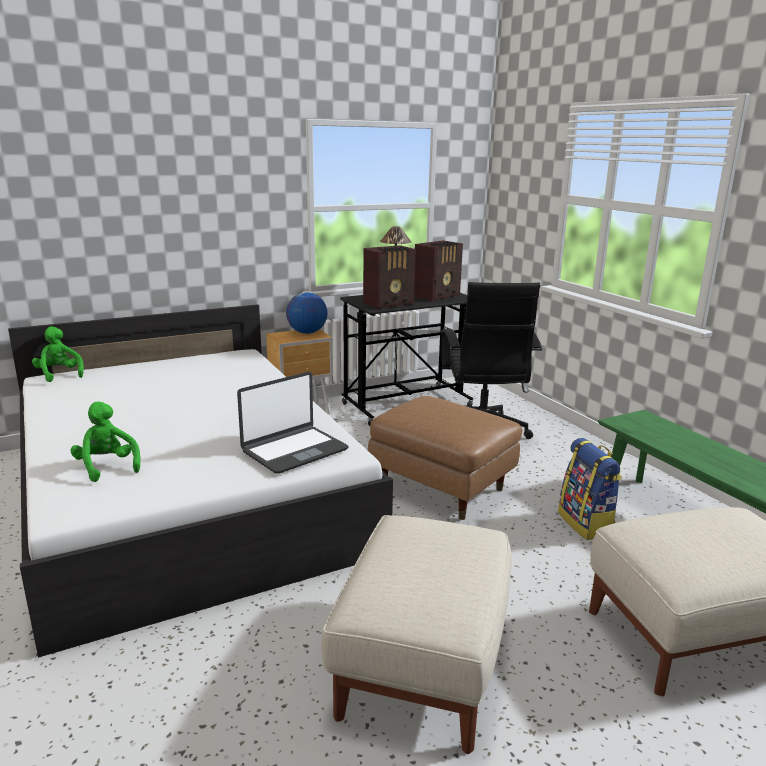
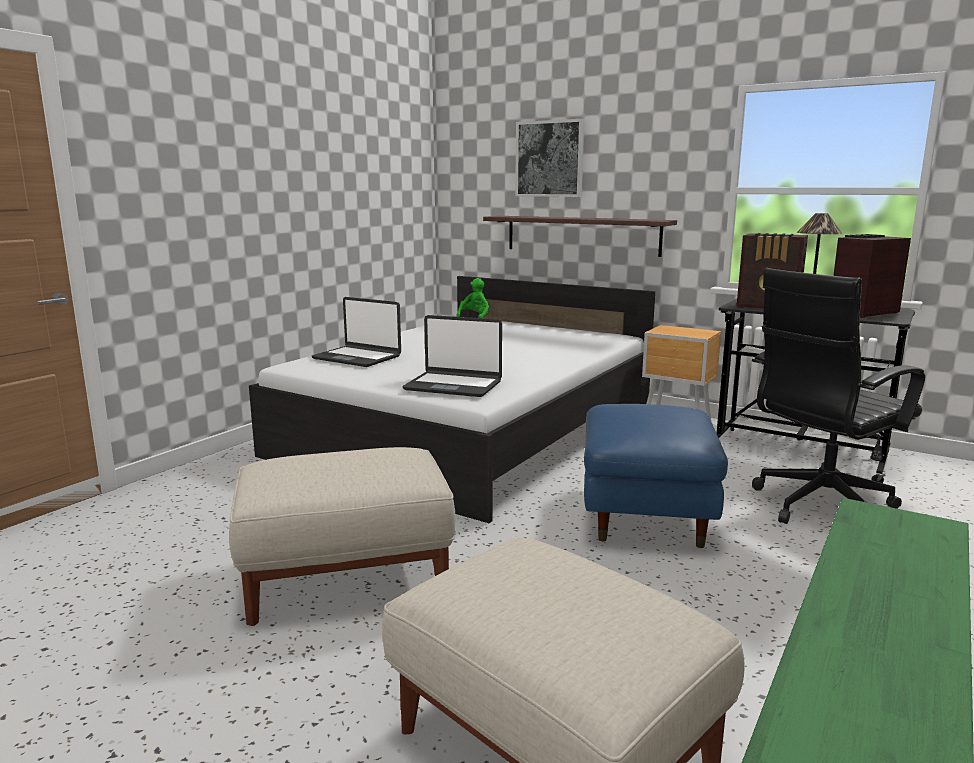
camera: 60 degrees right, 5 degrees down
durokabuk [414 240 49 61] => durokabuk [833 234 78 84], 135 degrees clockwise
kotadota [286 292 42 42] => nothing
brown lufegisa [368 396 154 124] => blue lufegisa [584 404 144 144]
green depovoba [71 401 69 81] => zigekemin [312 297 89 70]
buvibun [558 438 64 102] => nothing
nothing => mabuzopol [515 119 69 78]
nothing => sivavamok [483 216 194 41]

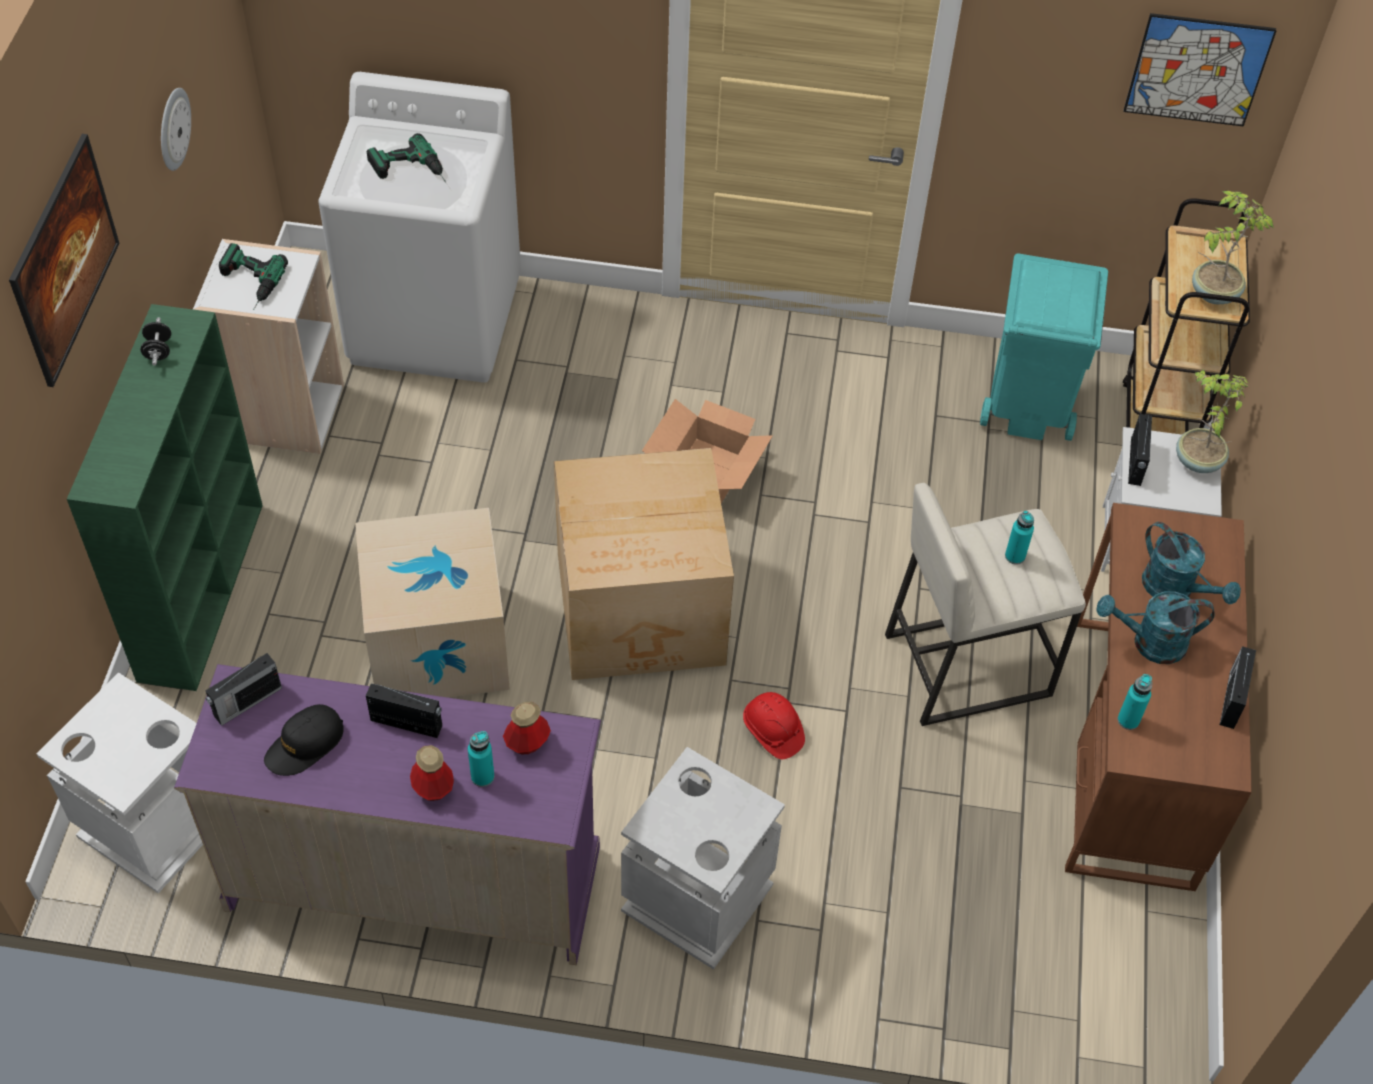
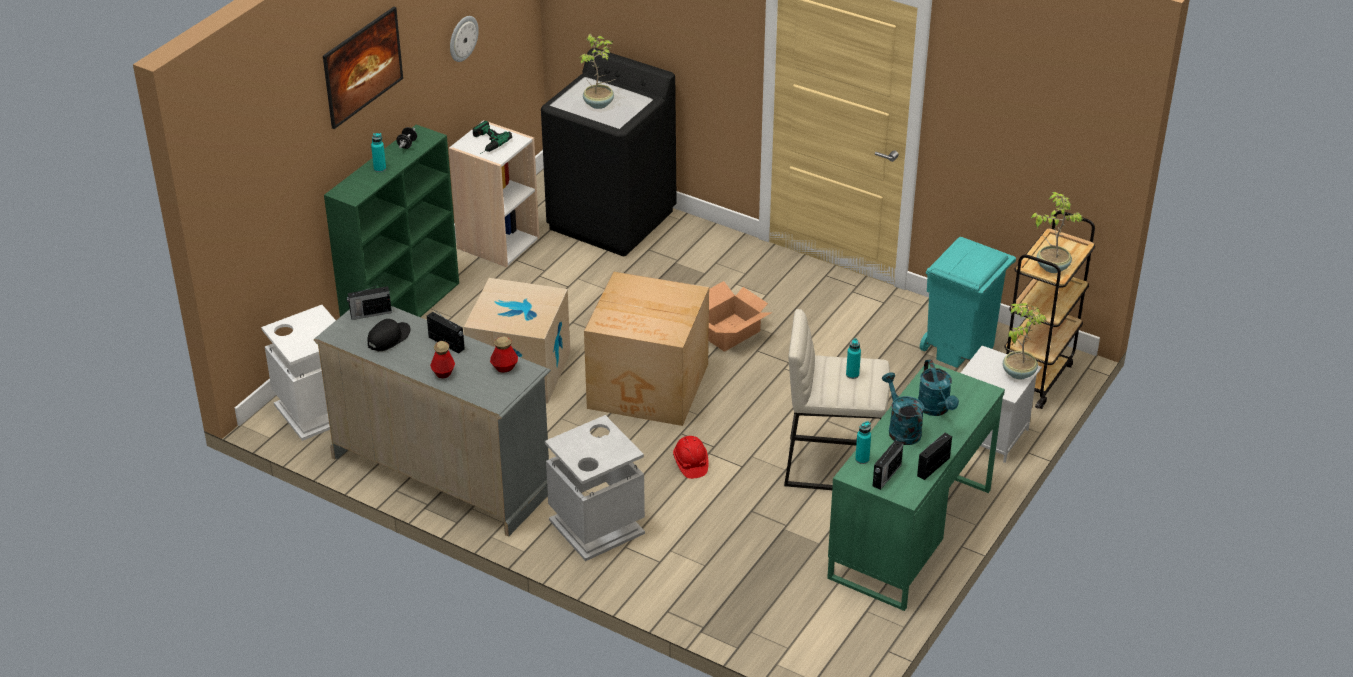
camera: 25 degrees right, 15 degrees down
mabuzopol [1124 13 153 114] => nothing
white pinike [319 72 202 311] => black pinike [541 48 136 208]
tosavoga [366 133 80 49] => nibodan [579 34 36 75]
durokabuk [1128 413 24 73] => durokabuk [873 440 30 50], shifted
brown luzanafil [1065 503 187 388] => green luzanafil [827 364 178 247]
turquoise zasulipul [1096 591 119 73] => turquoise zasulipul [882 373 42 72], 45 degrees clockwise
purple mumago [174 664 427 301] => grey mumago [314 306 237 231]
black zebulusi [264 704 80 72] => black zebulusi [368 319 42 32], 150 degrees clockwise
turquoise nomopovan [468 731 26 56] => turquoise nomopovan [371 133 15 39], shifted

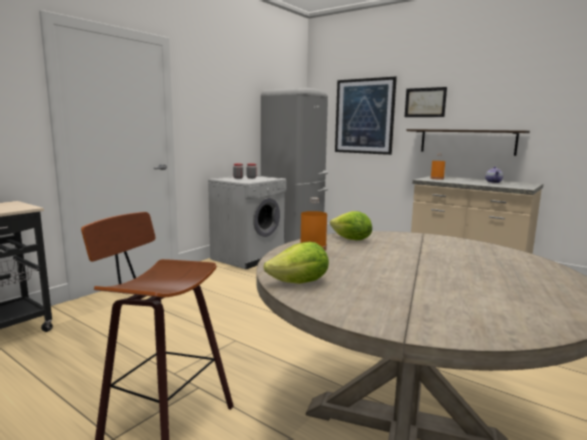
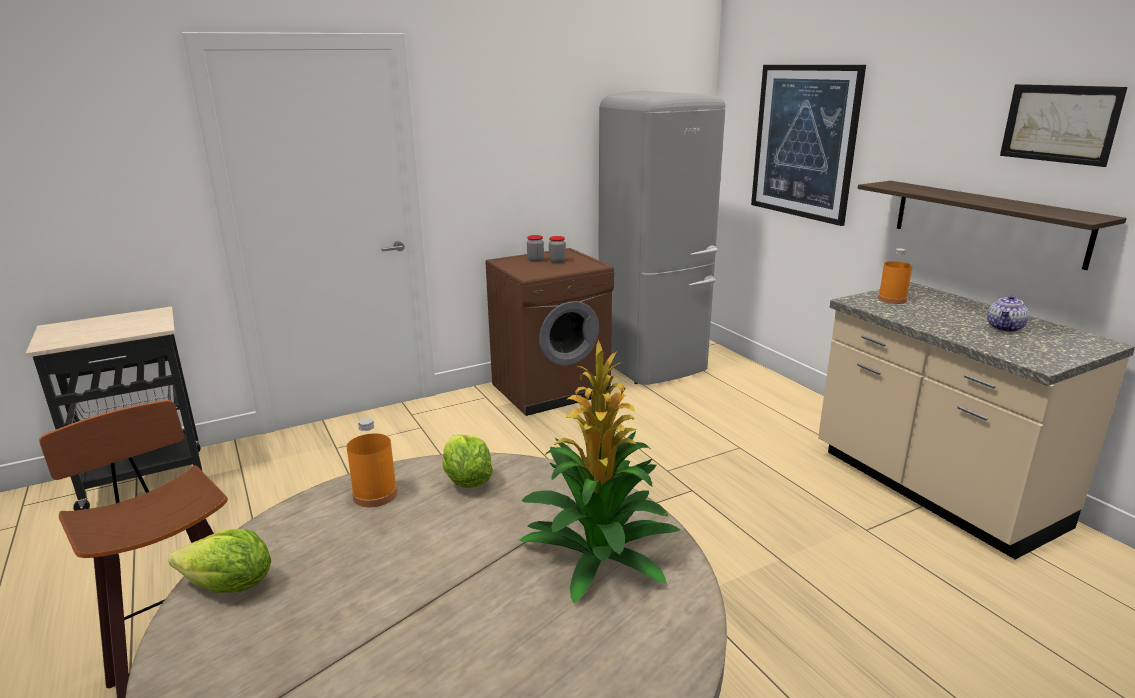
camera: 25 degrees right, 10 degrees up
mabuzopol [405 87 42 30] => mabuzopol [1000 84 128 83], shifted
white pinike [208 175 79 94] => brown pinike [486 248 128 168]
nothing => nibodan [519 340 161 263]

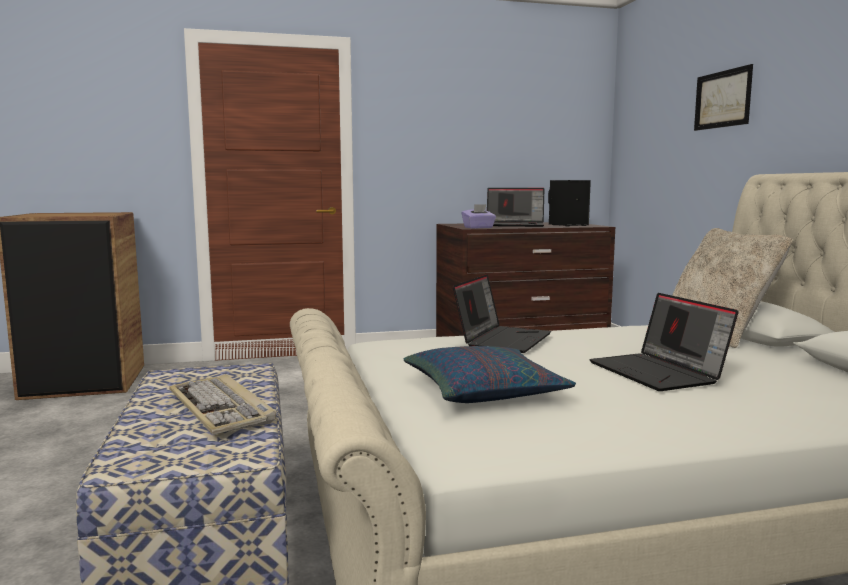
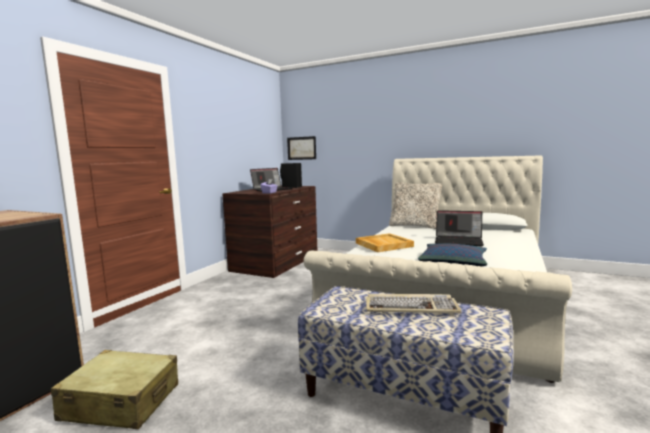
camera: 50 degrees left, 0 degrees up
mabuzopol [694 64 59 67] => mabuzopol [287 136 29 24], shifted
zigekemin [453 274 98 79] => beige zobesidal [356 233 58 19]
nothing => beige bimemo [51 350 127 79]

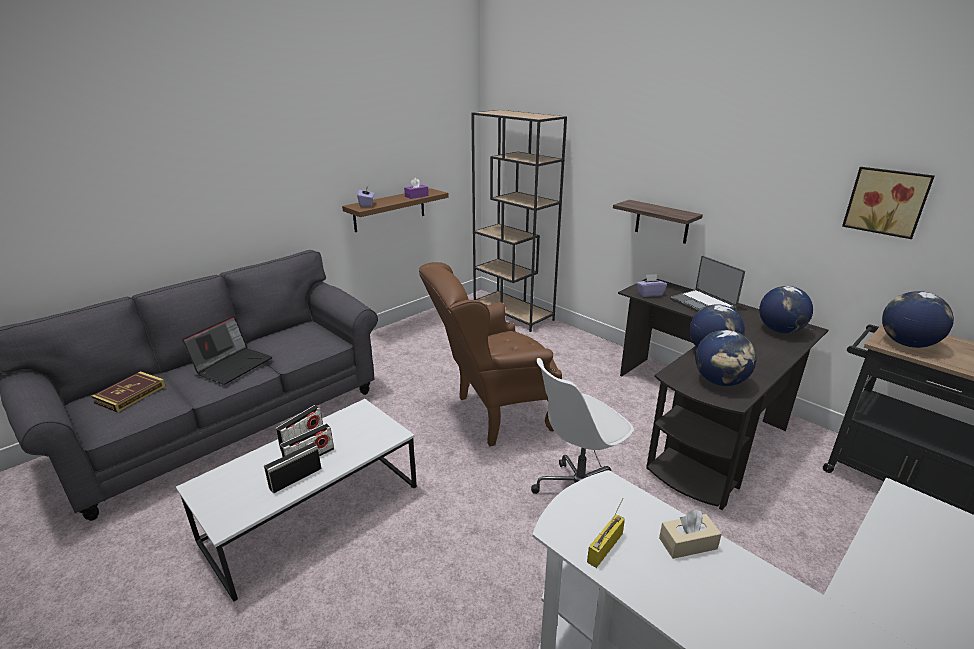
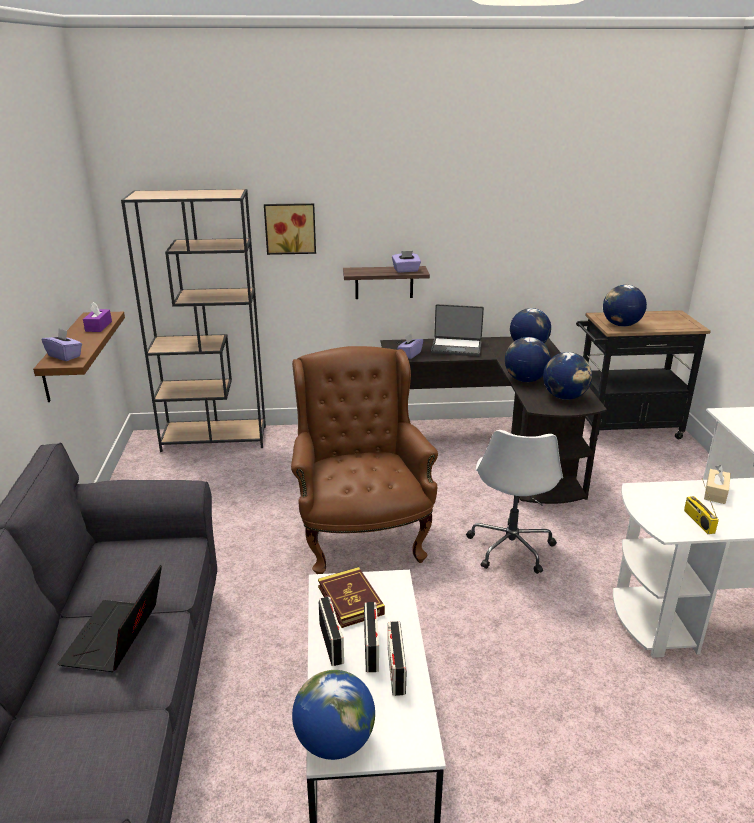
camera: 50 degrees left, 0 degrees up
mabuzopol [842 167 93 72] => mabuzopol [264 203 52 52], shifted
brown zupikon [419 262 143 185] => brown zupikon [291 346 147 228], 150 degrees clockwise
zigekemin [182 316 90 69] => zigekemin [58 565 104 107], 150 degrees counterclockwise
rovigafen [91 371 75 42] => rovigafen [318 567 67 61], shifted
nothing => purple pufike [392 251 29 22]
nothing => kotadota [292 670 83 90]

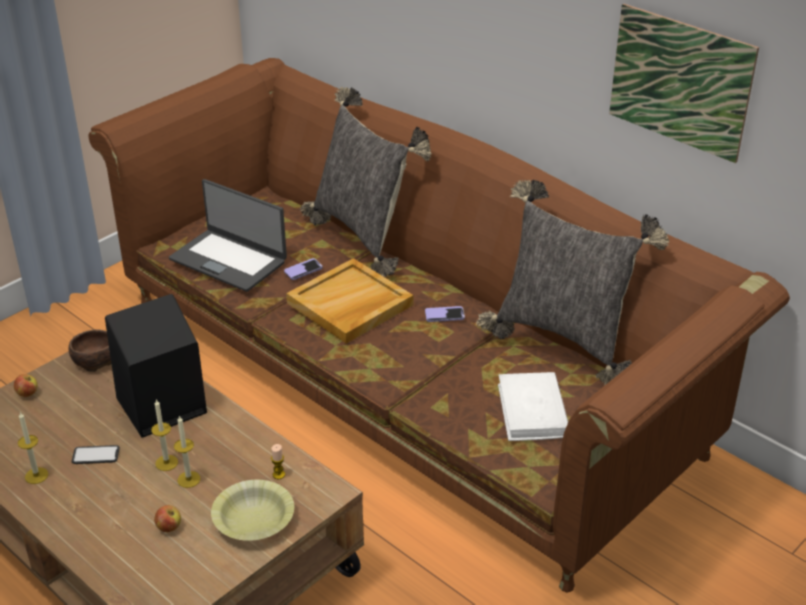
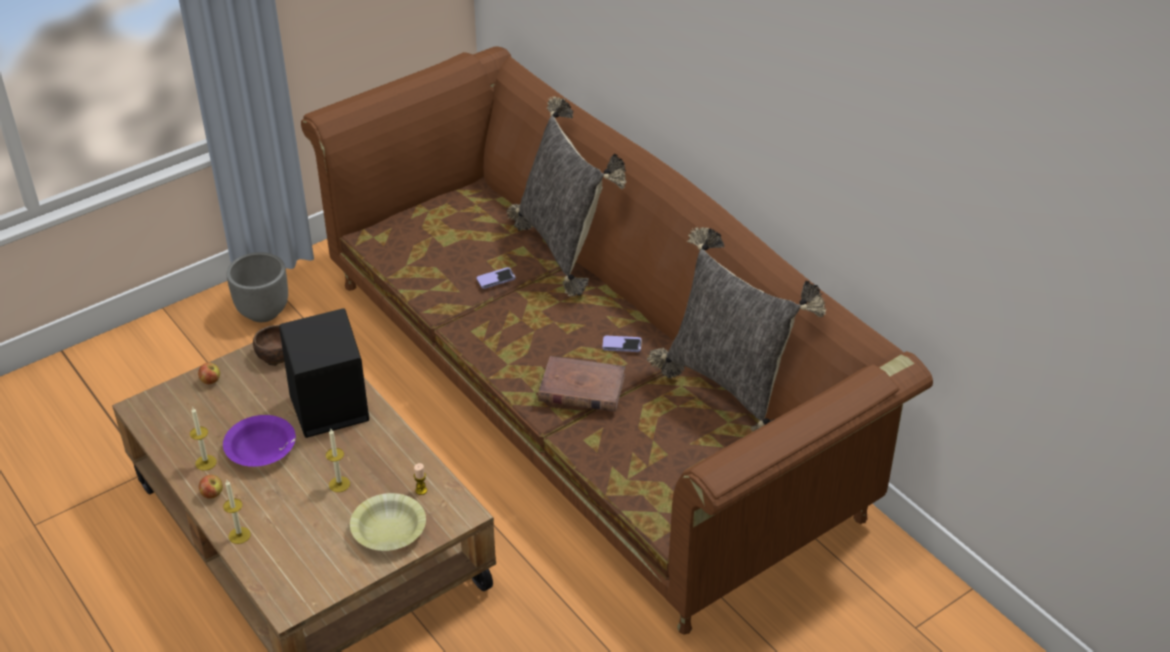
camera: 10 degrees right, 5 degrees up
mabuzopol [609 4 150 159] => nothing
zigekemin [169 179 118 113] => nothing
beige zobesidal [286 258 127 86] => nothing
white rovigafen [498 372 70 69] => nothing
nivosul [151 399 27 72] => nivosul [223 480 28 64], shifted
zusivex [72 445 48 19] => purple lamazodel [223 415 73 52]
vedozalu [154 505 27 27] => vedozalu [199 475 24 24], shifted
nothing => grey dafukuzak [226 252 62 70]
nothing => brown rovigafen [538 356 88 56]

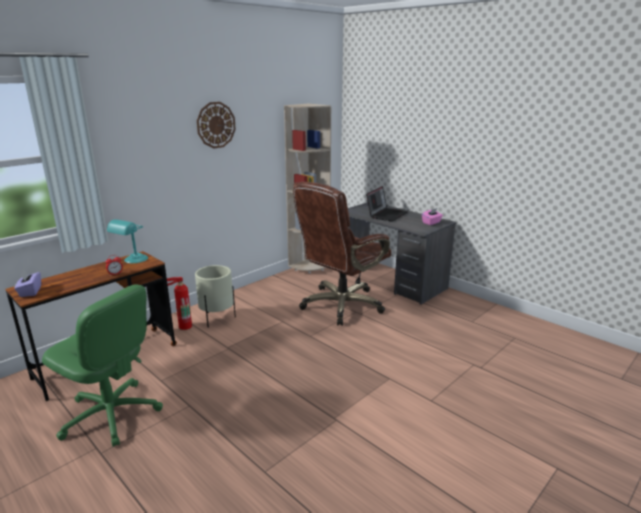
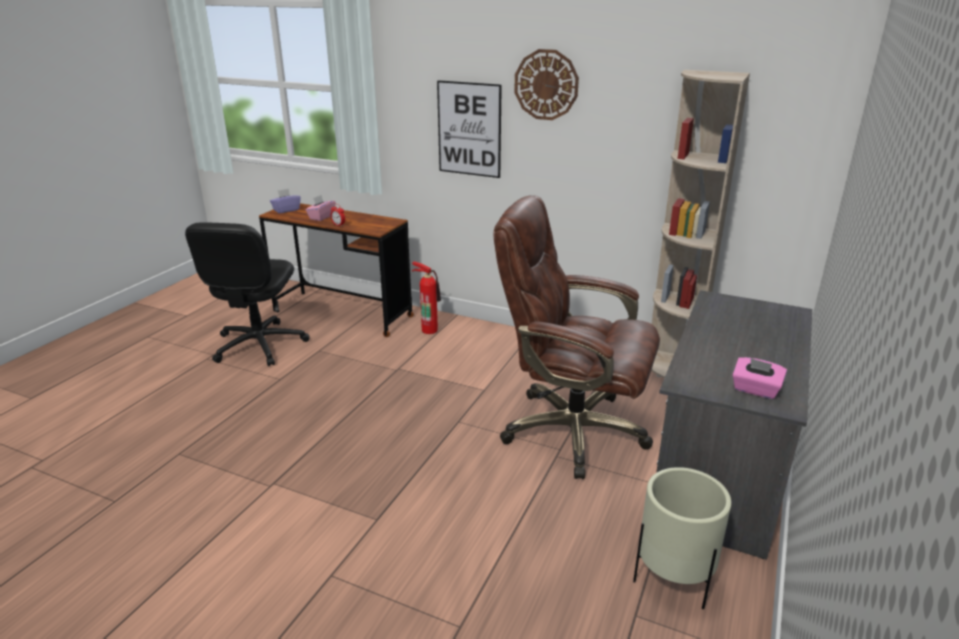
camera: 70 degrees right, 5 degrees up
zigekemin [366 186 42 36] => nothing
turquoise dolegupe [107 219 41 44] => nothing
beige dafukuzak [195 265 41 63] => beige dafukuzak [633 467 98 142], shifted
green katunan [42 285 121 162] => black katunan [185 222 125 144]
nothing => mabuzopol [437 80 65 98]
nothing => pink pufike [306 195 29 26]

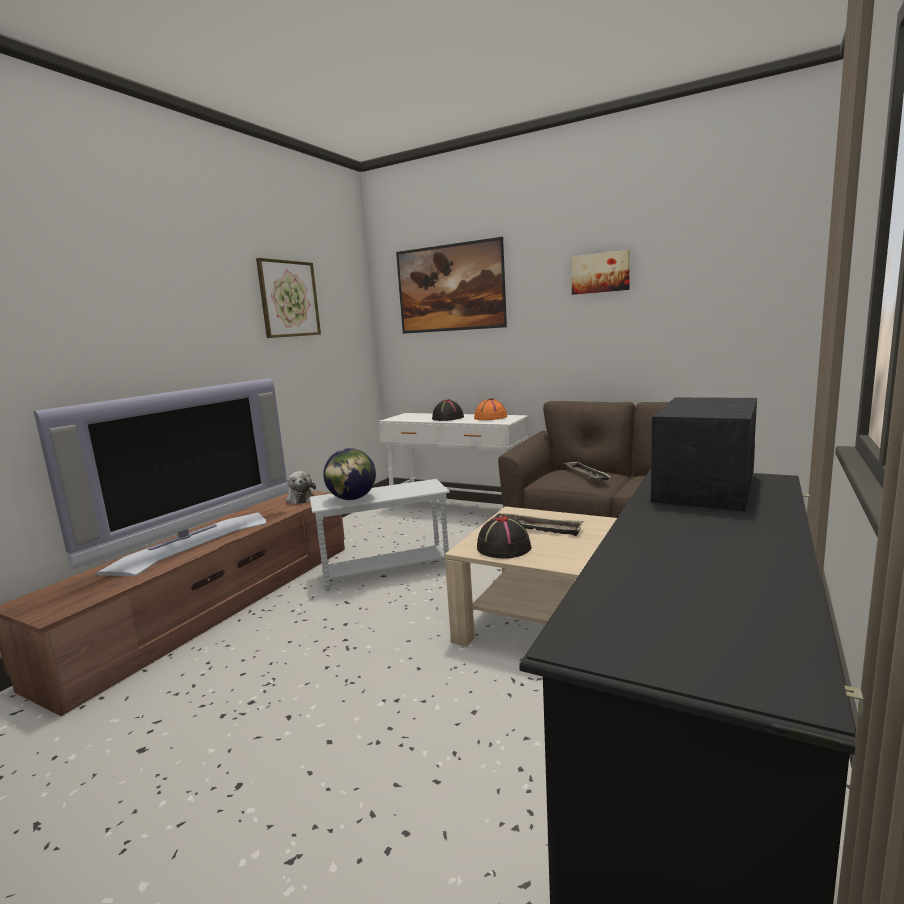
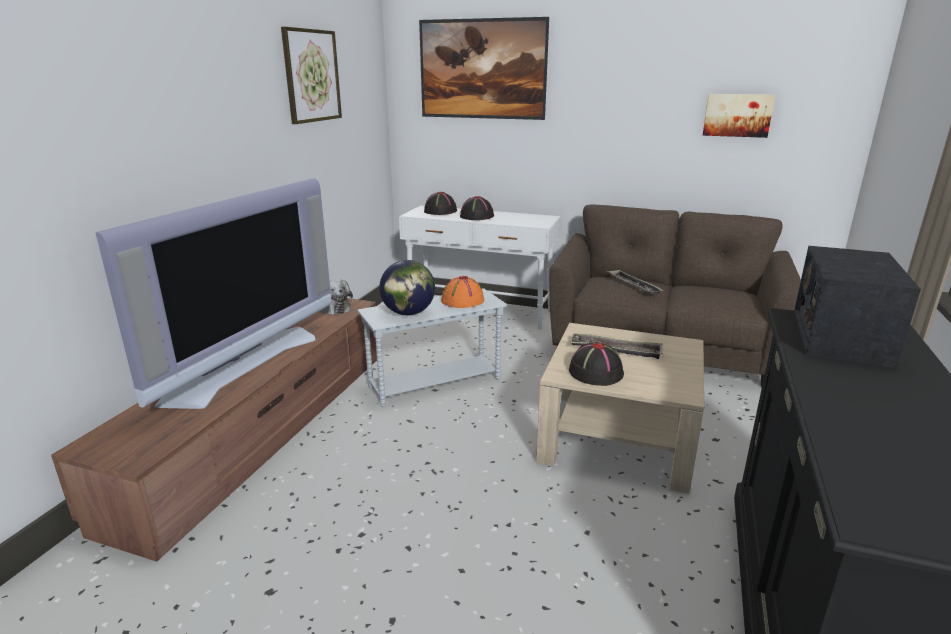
camera: 10 degrees left, 10 degrees up
mabuzopol [571 250 59 45] => mabuzopol [703 94 72 44], shifted
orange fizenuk [474 398 33 22] => orange fizenuk [441 276 43 32], shifted
nothing => black fizenuk [424 192 33 23]

